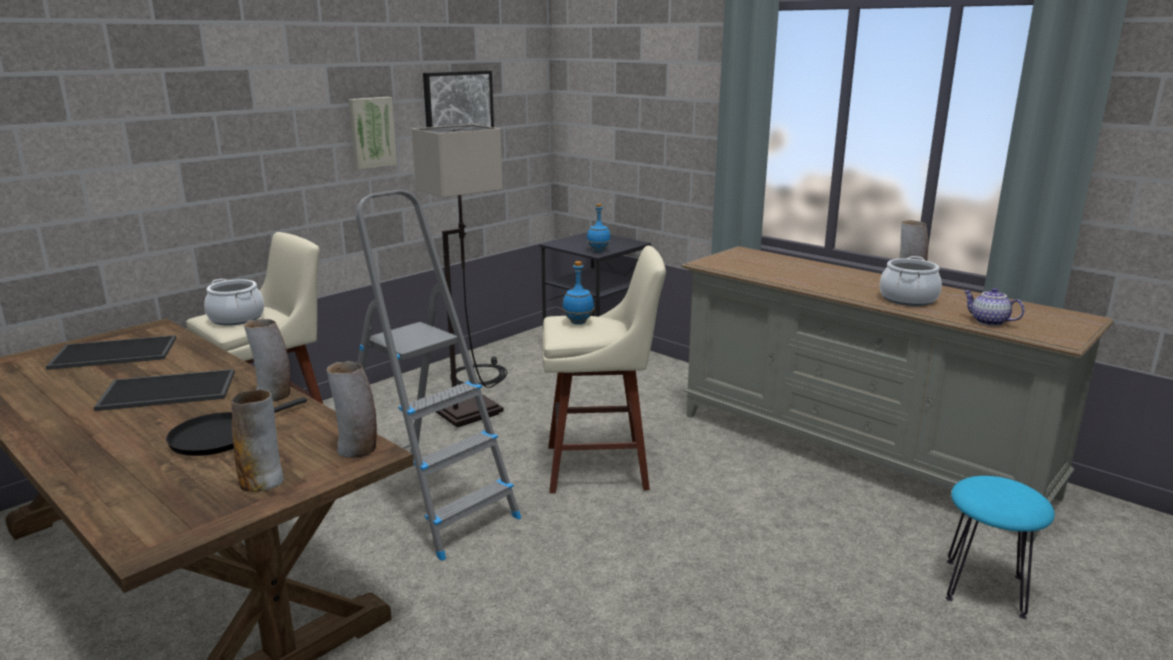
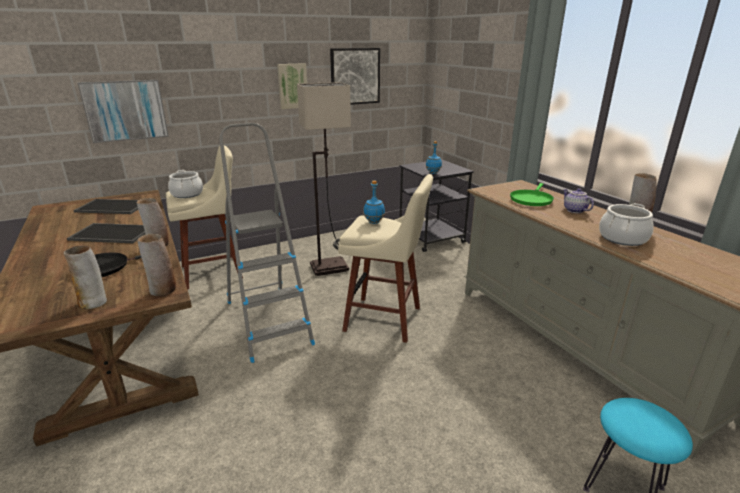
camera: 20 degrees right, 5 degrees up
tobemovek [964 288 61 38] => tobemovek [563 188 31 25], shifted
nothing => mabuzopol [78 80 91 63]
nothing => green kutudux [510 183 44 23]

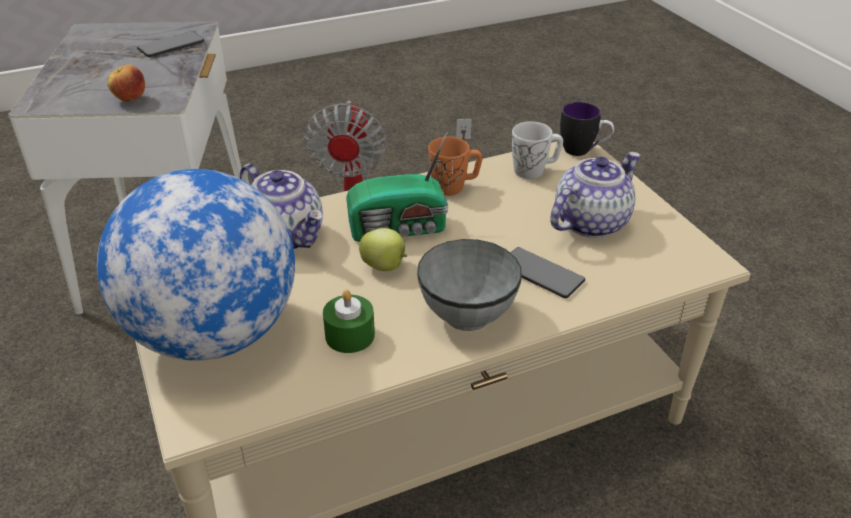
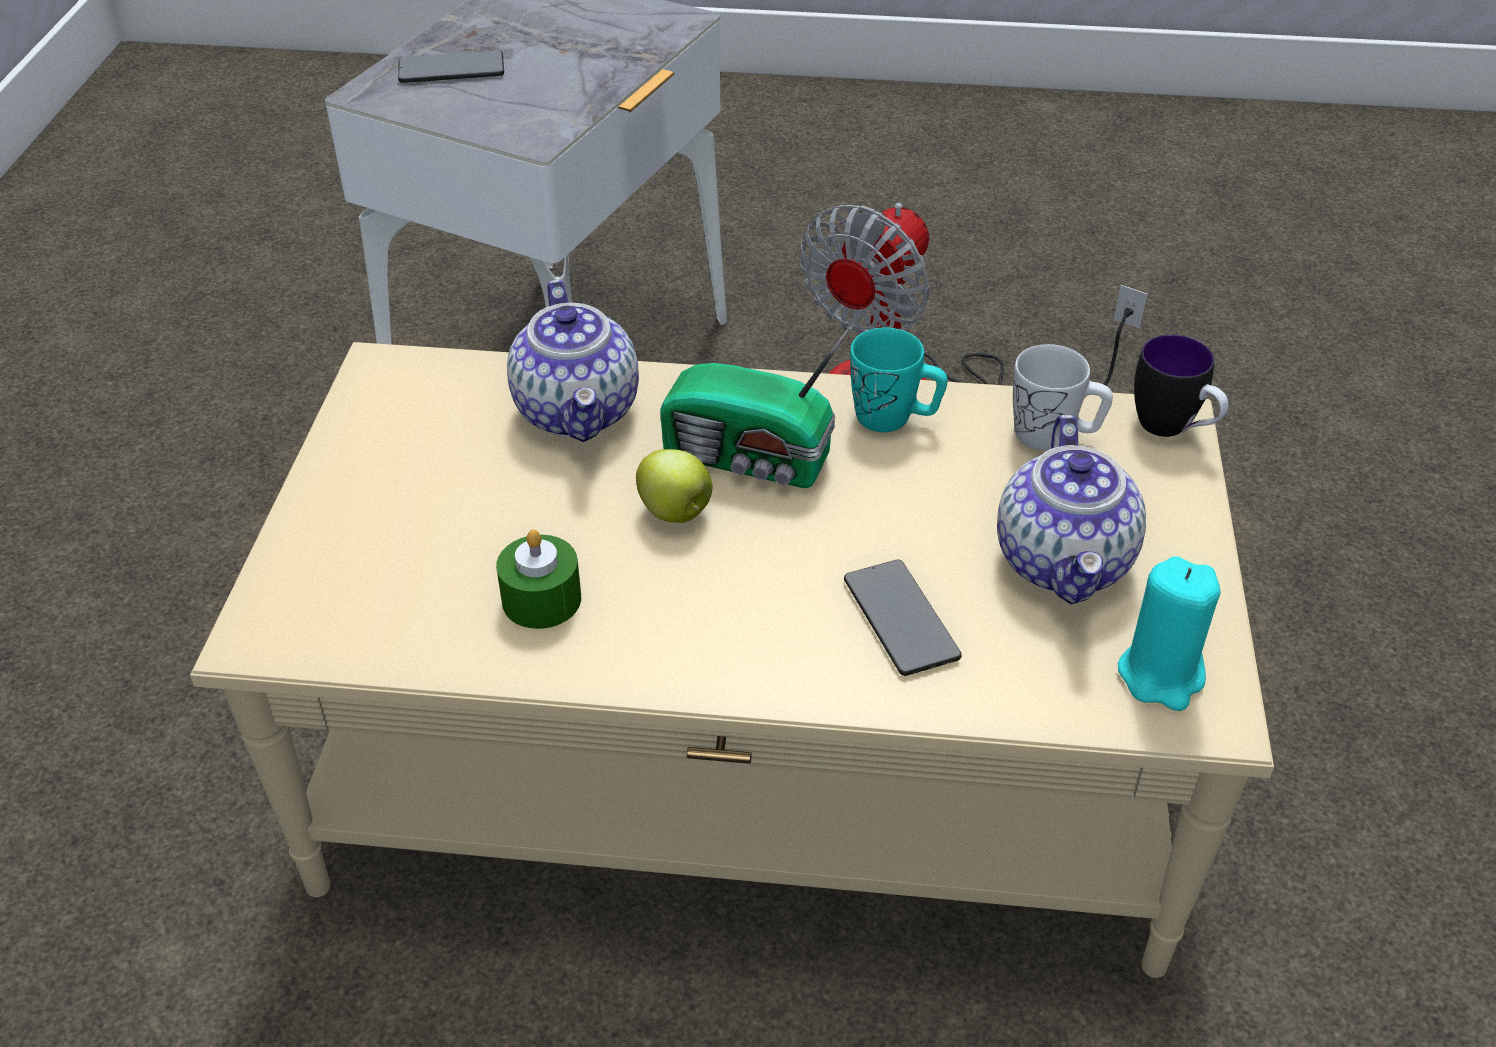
camera: 30 degrees right, 5 degrees up
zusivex [137 31 67 26] => zusivex [398 50 106 33], shifted
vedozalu [107 64 38 38] => nothing
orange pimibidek [428 137 54 59] => turquoise pimibidek [850 328 97 104]
tobemovek [550 152 91 86] => tobemovek [997 415 149 189], 105 degrees clockwise
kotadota [97 169 198 192] => nothing
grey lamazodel [417 239 105 92] => nothing
nothing => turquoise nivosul [1118 556 102 155]

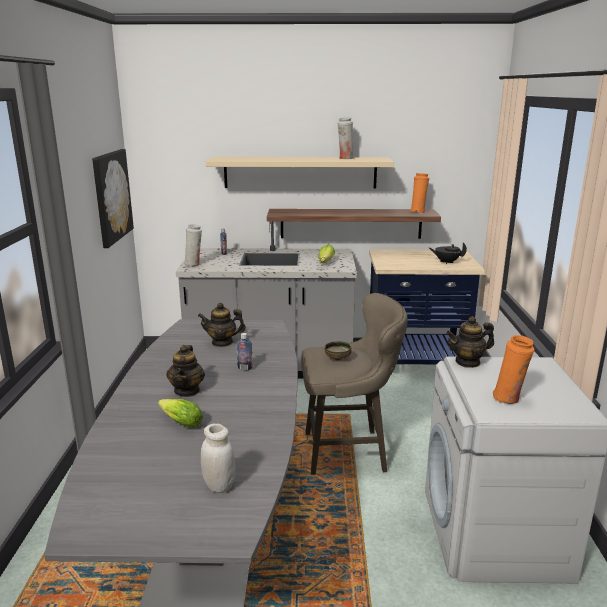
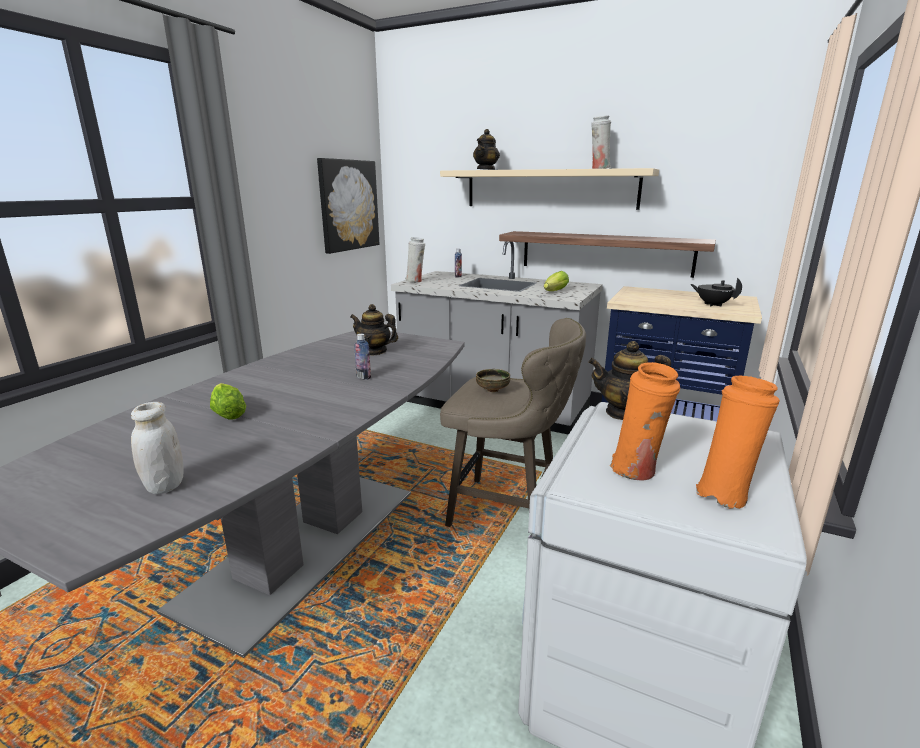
camera: 25 degrees right, 0 degrees up
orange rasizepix [410 173 19 40] => orange rasizepix [696 375 84 134], shifted
tobemovek [167 345 38 52] => tobemovek [473 129 27 41], shifted

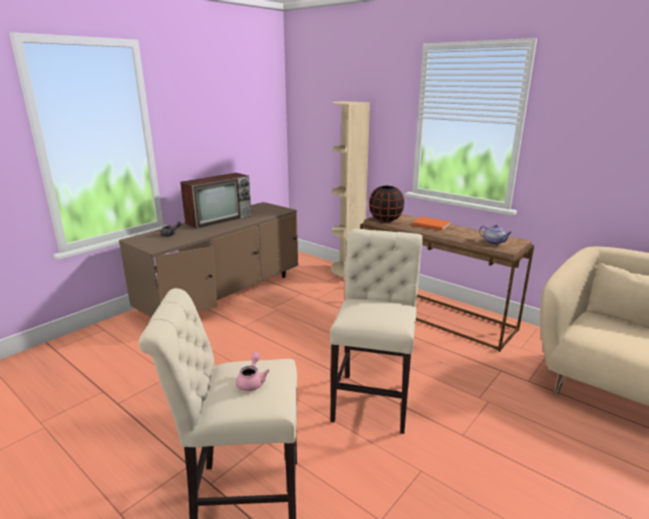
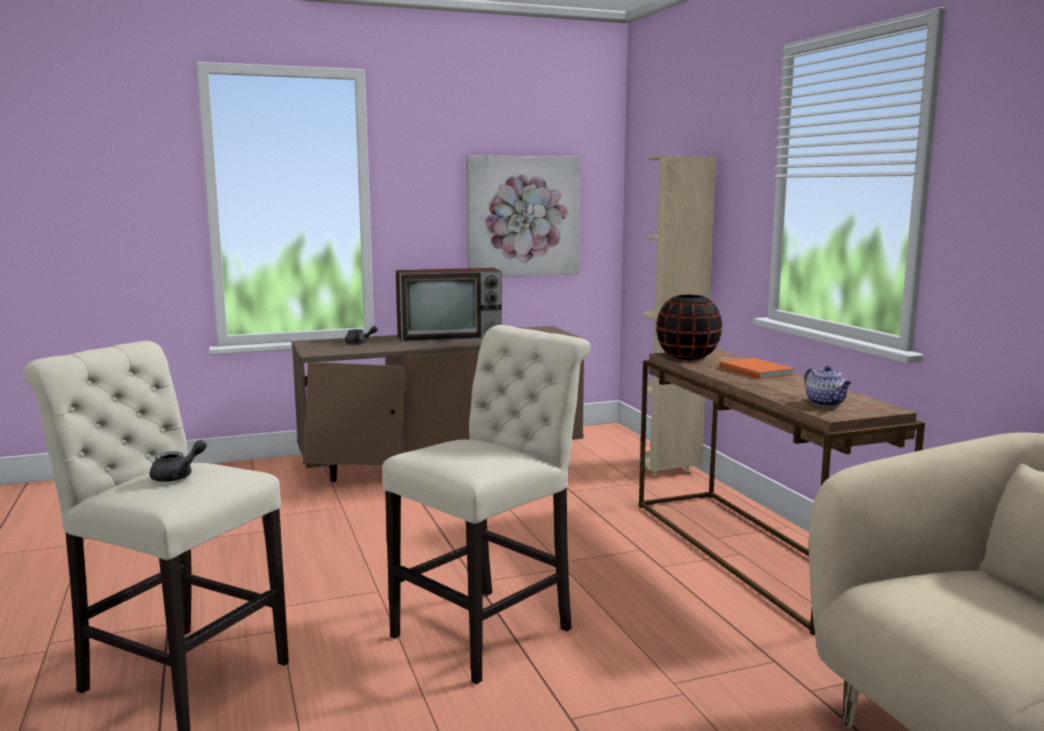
camera: 30 degrees right, 10 degrees down
pink tobemovek [236 352 33 39] => grey tobemovek [150 440 57 42]
nothing => mabuzopol [466 155 115 122]

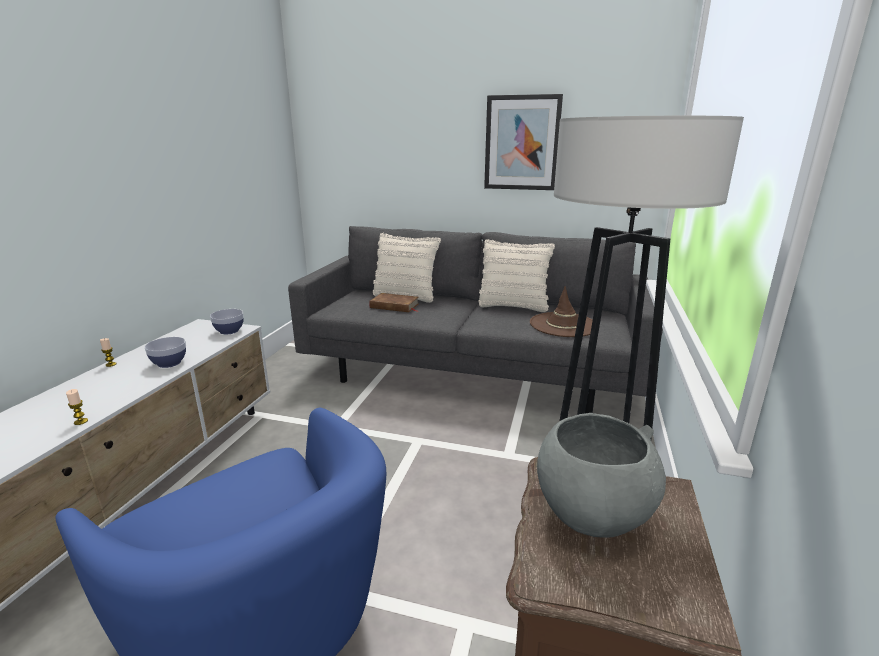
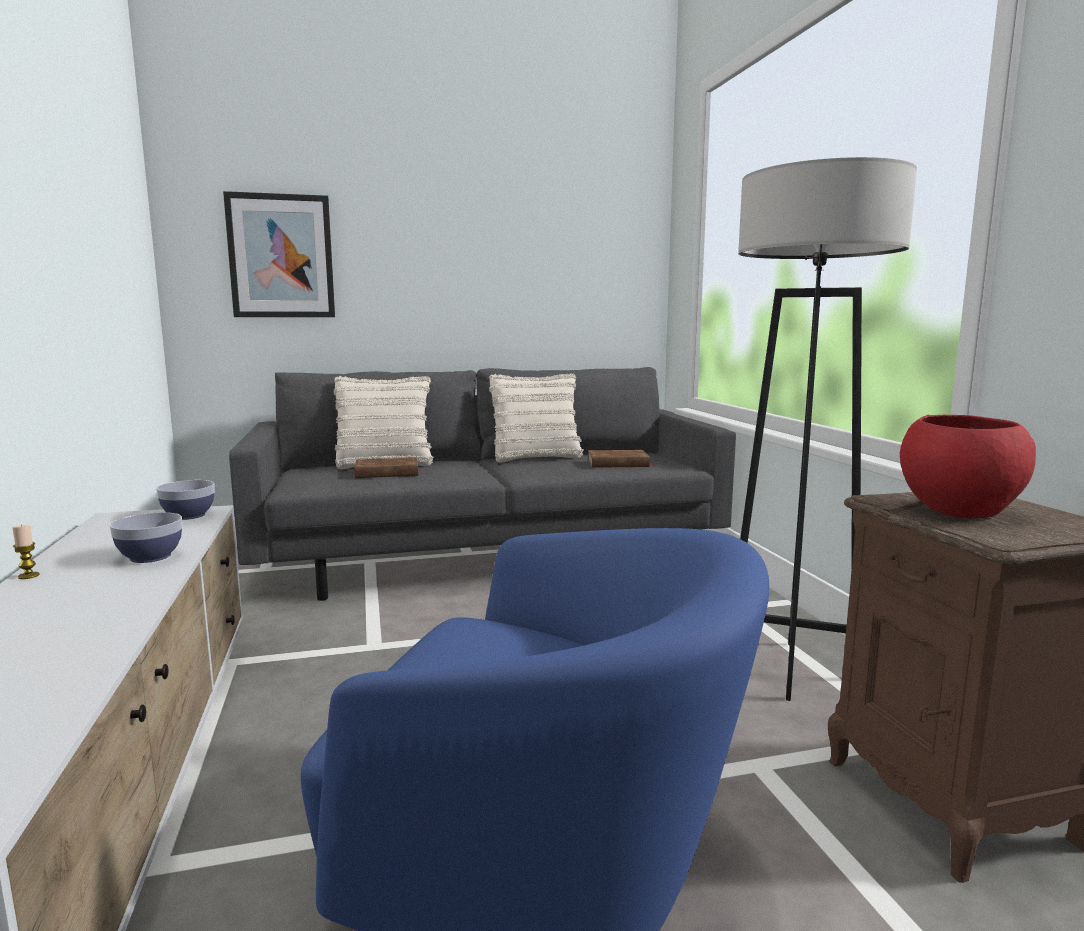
camera: 30 degrees left, 10 degrees down
mabuzopol [484 94 79 96] => mabuzopol [223 191 112 126], shifted
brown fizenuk [530 286 63 51] => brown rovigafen [587 450 71 18]
nivosul [66 389 22 36] => nothing
grey lamazodel [537 413 129 125] => red lamazodel [900 415 136 103]

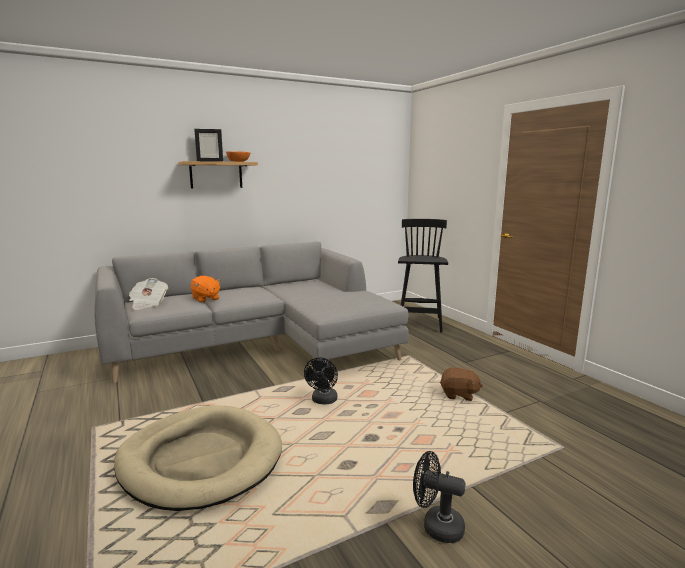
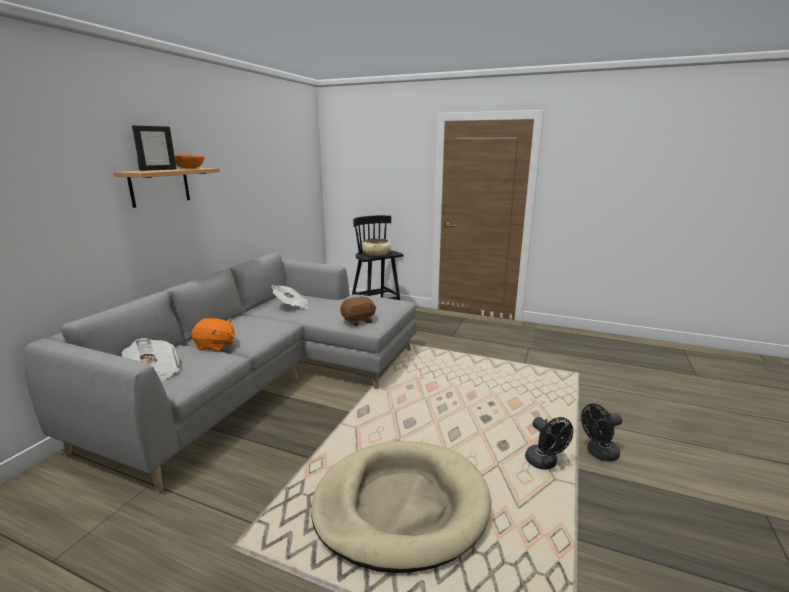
camera: 40 degrees left, 5 degrees up
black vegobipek [304 357 34 47] => black vegobipek [525 417 48 53], shifted
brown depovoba [440 368 43 33] => brown depovoba [340 296 36 30], shifted
nothing => beige lamazodel [363 238 28 18]
nothing => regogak [271 285 37 24]

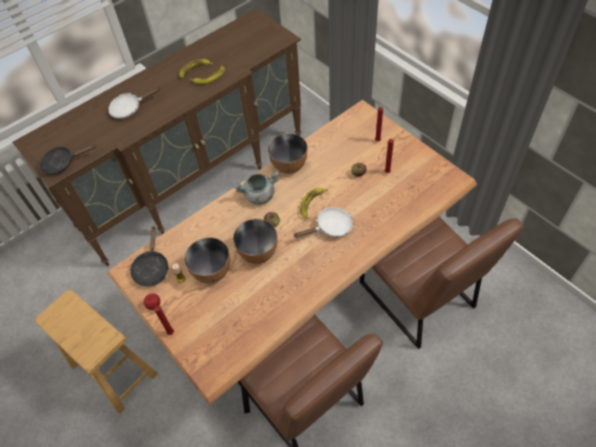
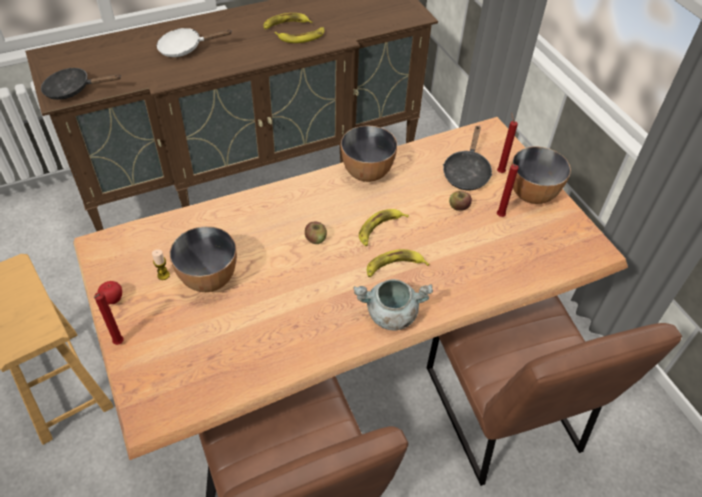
camera: 10 degrees right, 5 degrees down
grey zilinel [232 171 47 34] => grey zilinel [354 279 79 51], shifted
white kutudux [294 207 59 31] => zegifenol [367 249 62 28]
lamazodel [233 219 45 45] => lamazodel [512 146 59 58], shifted
black kutudux [130 225 39 62] => black kutudux [443 125 49 65], shifted

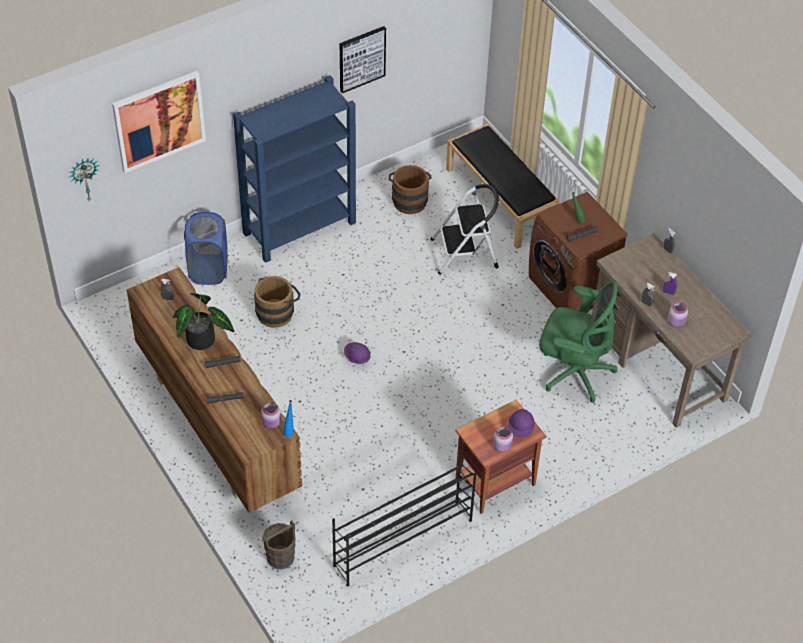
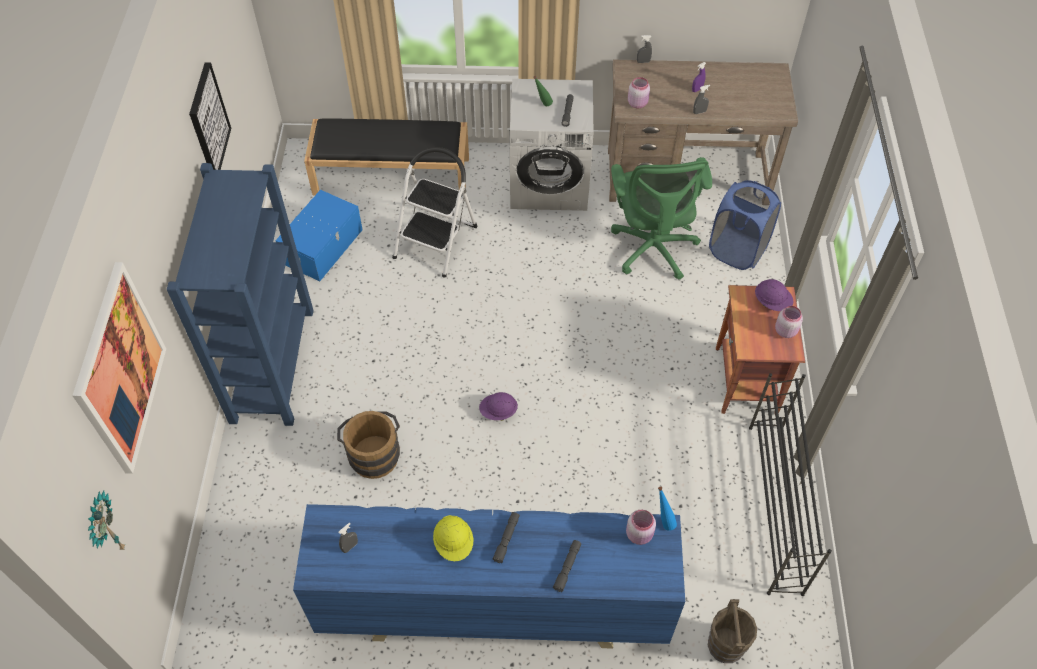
camera: 55 degrees left, 5 degrees up
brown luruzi [389 165 43 49] => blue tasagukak [275 190 88 91]
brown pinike [529 192 99 119] => white pinike [510 79 84 132]
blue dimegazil [184 212 44 73] => blue dimegazil [709 180 72 90], shifted
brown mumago [127 267 175 246] => blue mumago [293 504 392 145]
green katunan [539 280 78 123] => green katunan [611 157 101 122], 120 degrees clockwise
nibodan [173 293 61 57] => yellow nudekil [433 515 40 46]
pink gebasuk [668 302 20 25] => pink gebasuk [628 77 22 31], shifted

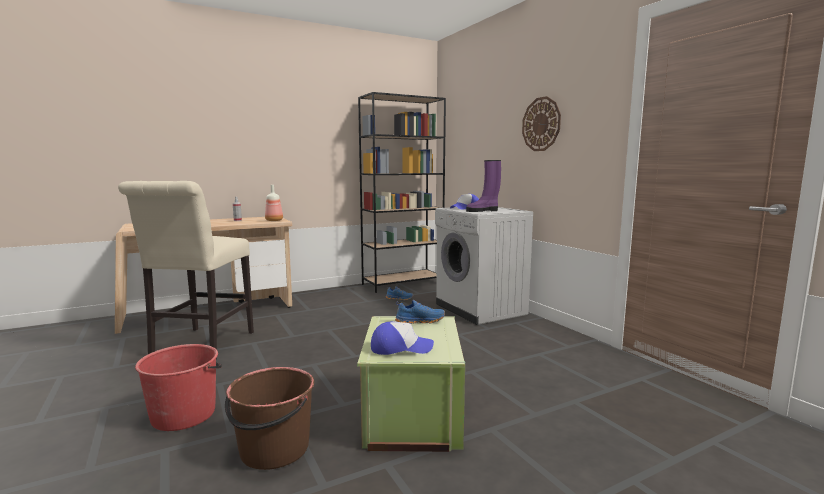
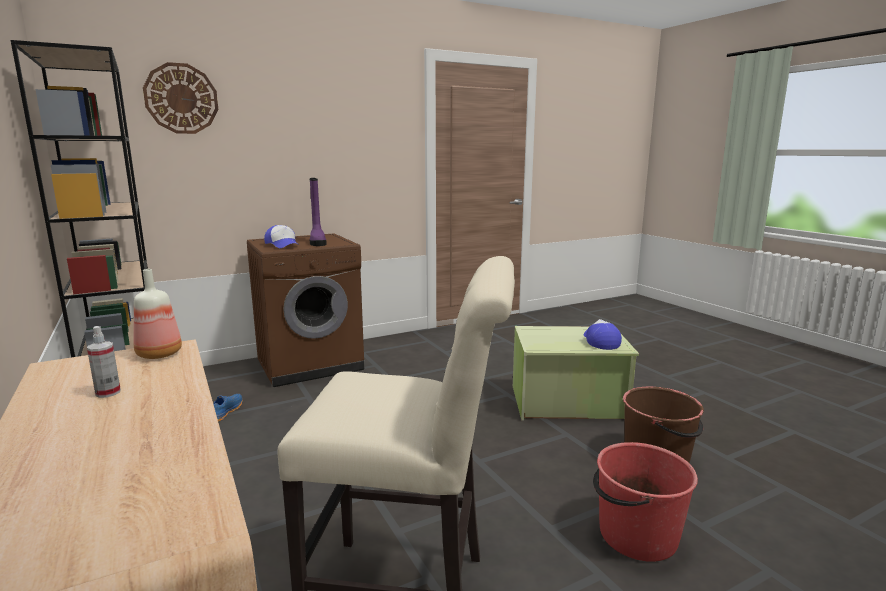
camera: 90 degrees left, 5 degrees up
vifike [522 96 39 55] => vifike [143 62 75 72], shifted
white pinike [435 207 98 118] => brown pinike [247 233 118 154]
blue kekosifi [395 300 50 24] => nothing

